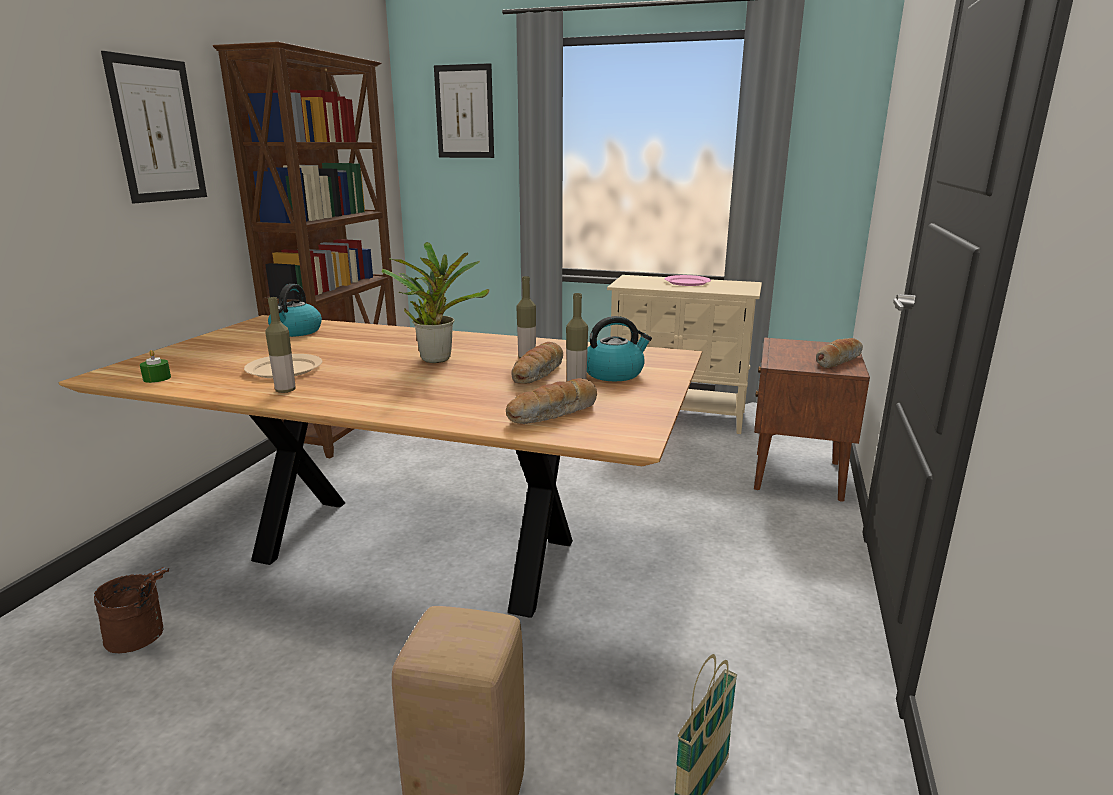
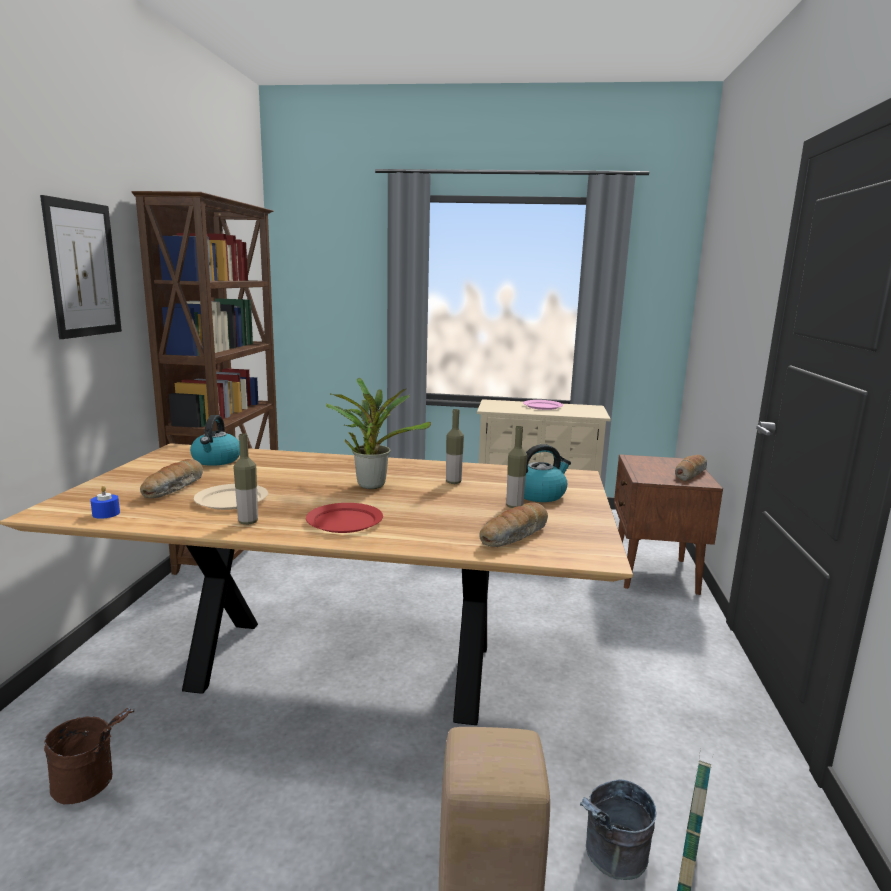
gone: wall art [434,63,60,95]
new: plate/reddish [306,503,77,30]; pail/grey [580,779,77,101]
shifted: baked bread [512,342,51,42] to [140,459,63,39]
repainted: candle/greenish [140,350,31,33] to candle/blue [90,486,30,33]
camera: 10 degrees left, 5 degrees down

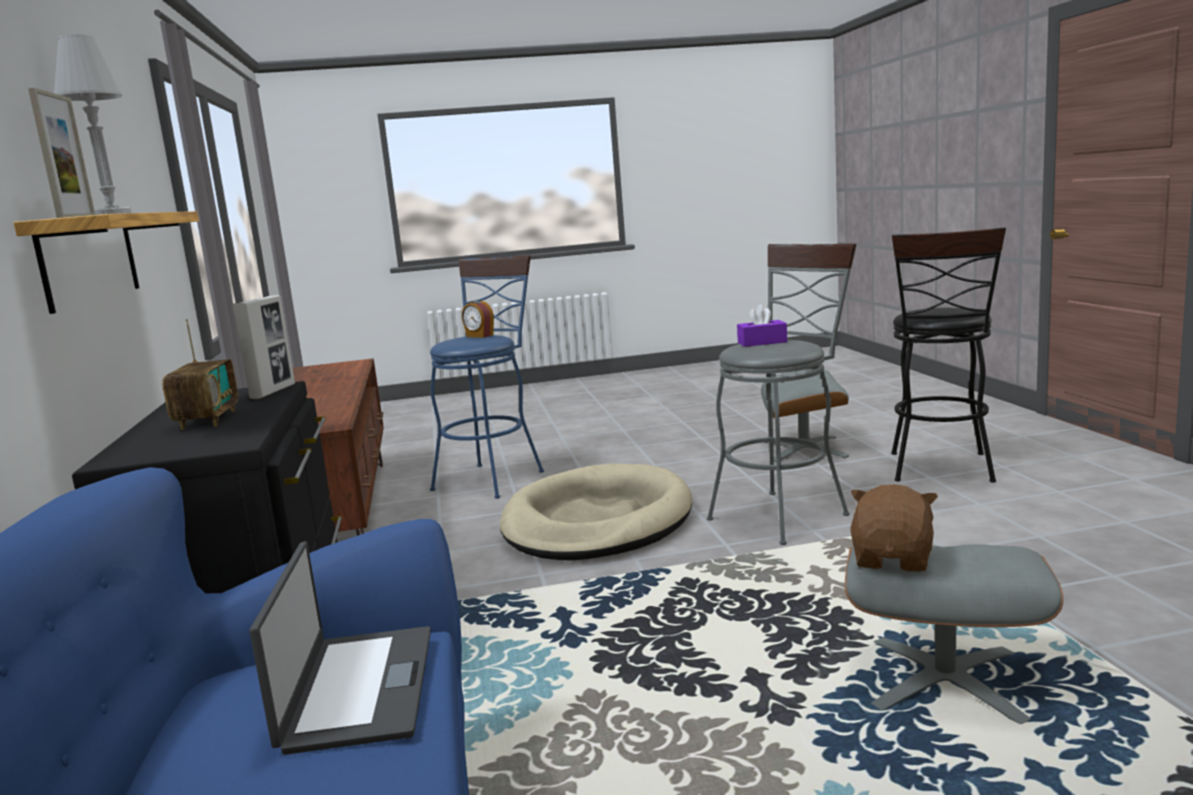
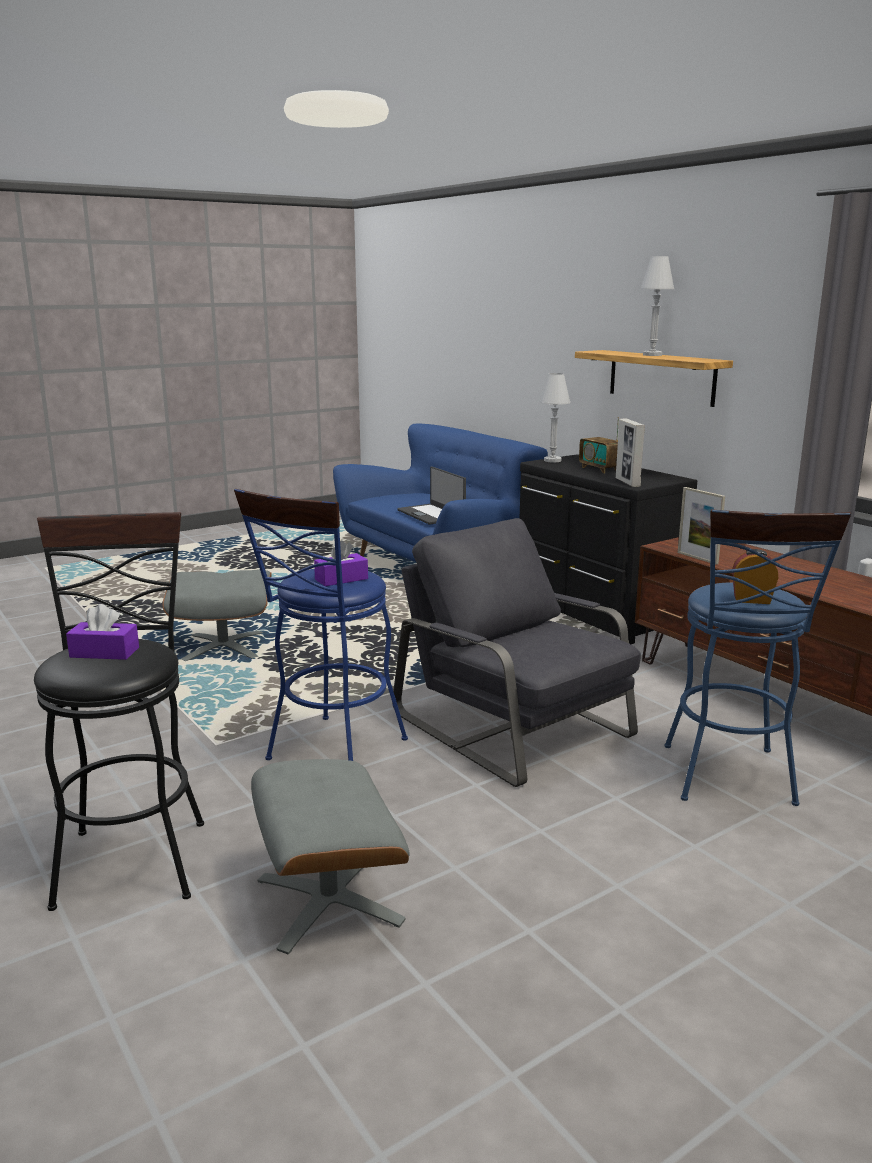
gone: soft toy/brownish [850,484,88,88]
new: tabletop lamp/white [540,373,30,89]; tissue holder/purple [66,604,73,56]
shifted: photo frame [28,88,67,130] to [678,487,47,78]
swapped: dog cushion/sand-coloured [500,464,193,96] to armchair/grey [392,518,249,269]
repainted: stool/grey [707,243,149,302] to stool/blue [234,489,174,272]
camera: 155 degrees right, 5 degrees up

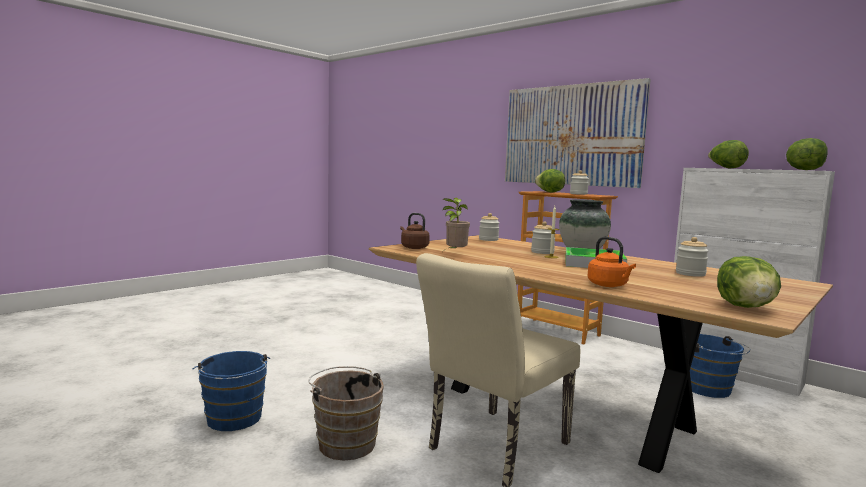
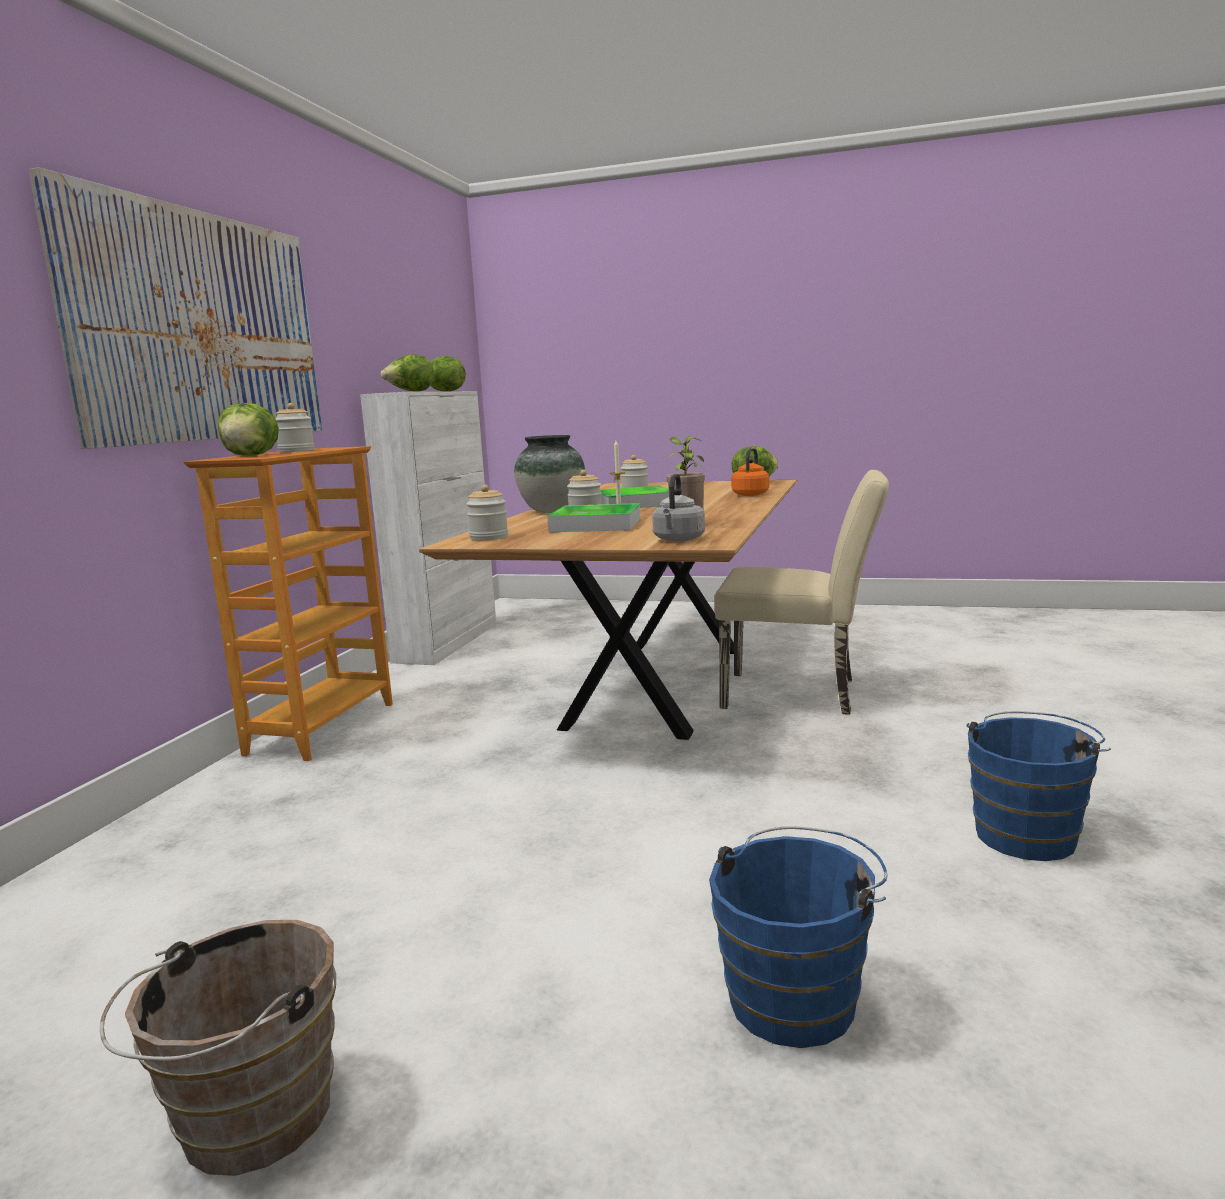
new: tray [547,503,93,29]
shifted: pail/blue [690,334,61,64] to [709,826,178,222]; pail/brownish [308,366,76,95] to [100,920,236,256]
repainted: kettle/brownish [400,213,30,36] to kettle/grey [652,474,53,68]
camera: 115 degrees left, 5 degrees up

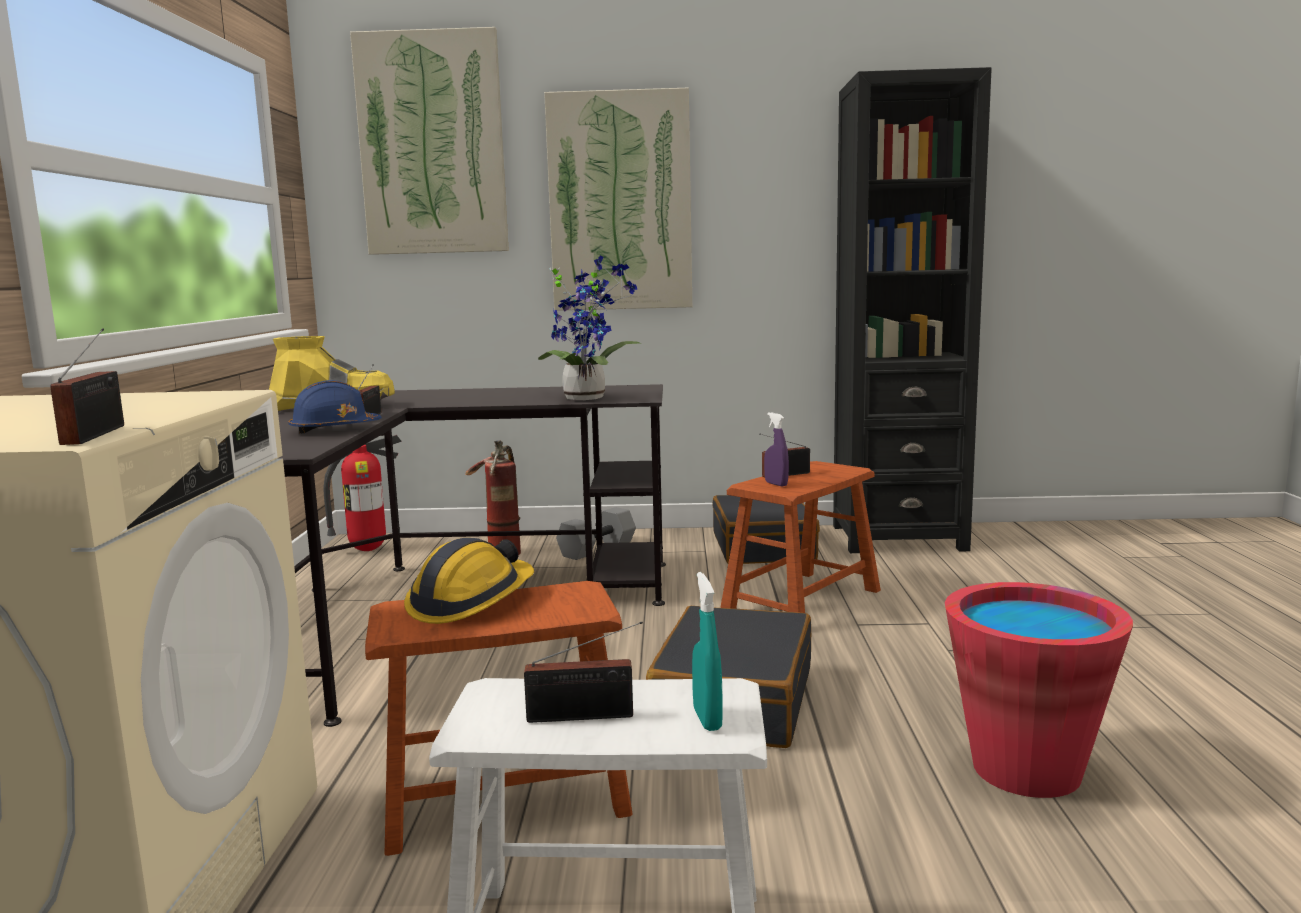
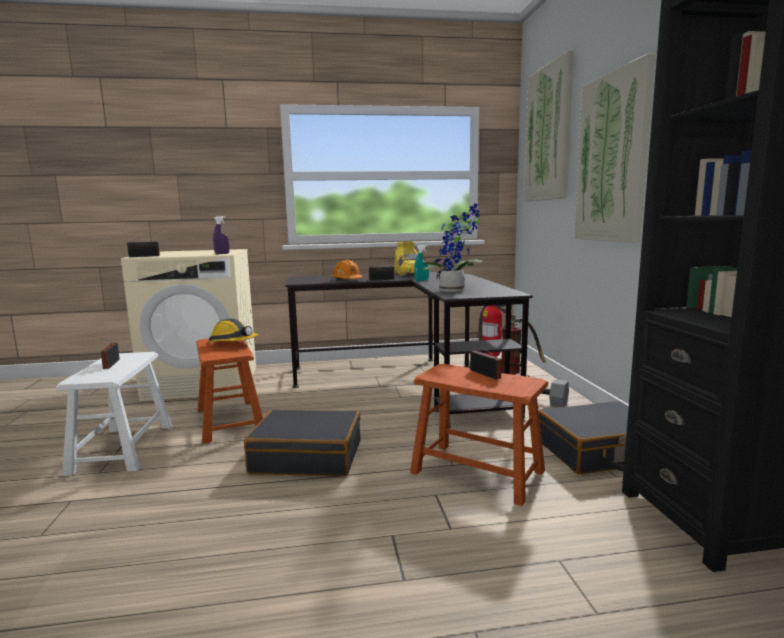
gone: pail/reddish [945,582,188,216]
shifted: hand sprayer/purple [764,412,25,74] to [213,216,17,38]; hand sprayer/turquoise-coloured [692,572,30,159] to [414,245,15,36]
repainted: work helmet/blue [288,380,94,53] to work helmet/orange [332,259,31,20]
camera: 80 degrees right, 0 degrees up

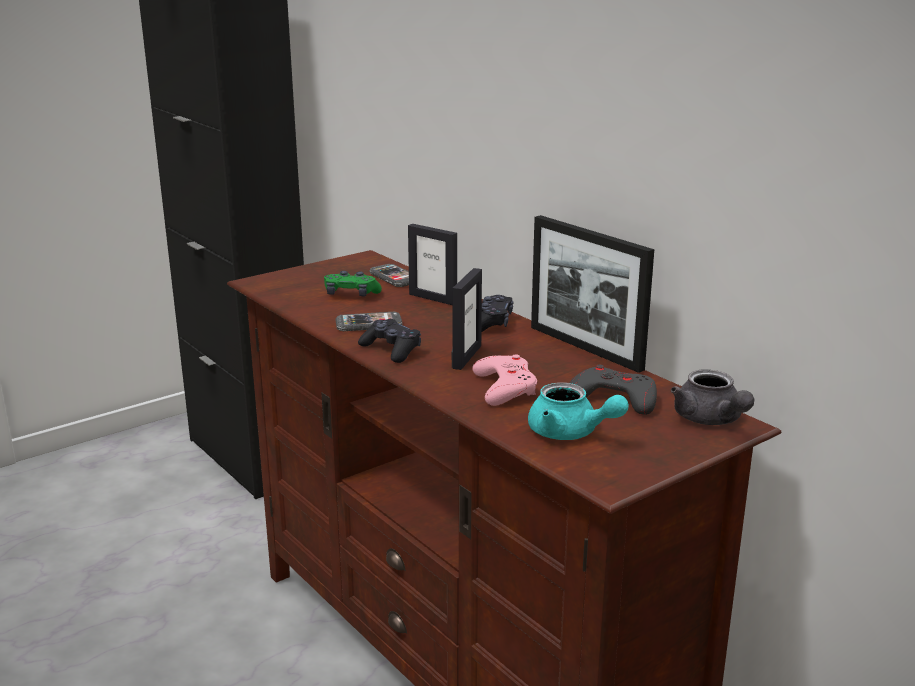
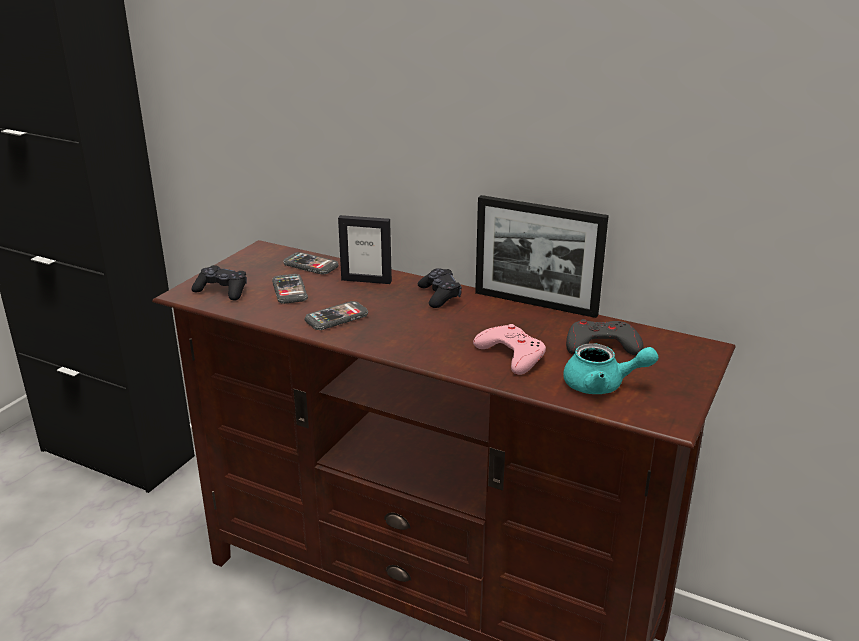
gone: photo frame [452,268,30,102]; pot for tea/grey [671,369,83,56]
shifted: gamepad/blackish [358,319,63,44] to [191,265,56,35]
swapped: gamepad/greenish [324,271,58,25] to telephone [272,274,36,30]
camera: 25 degrees left, 5 degrees up

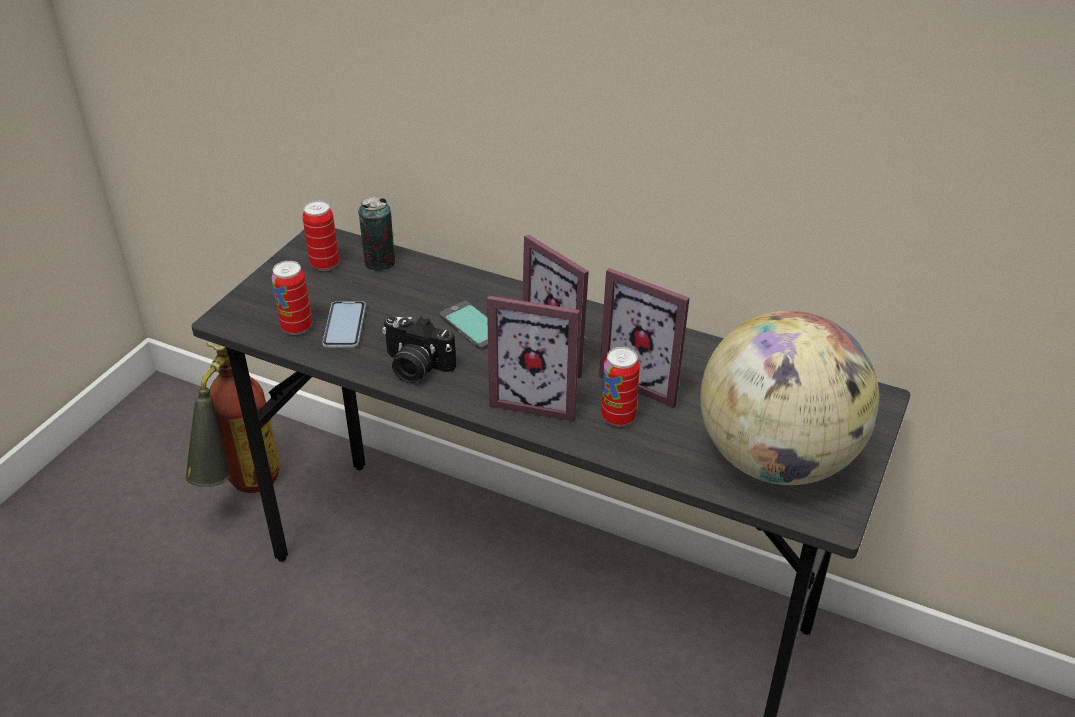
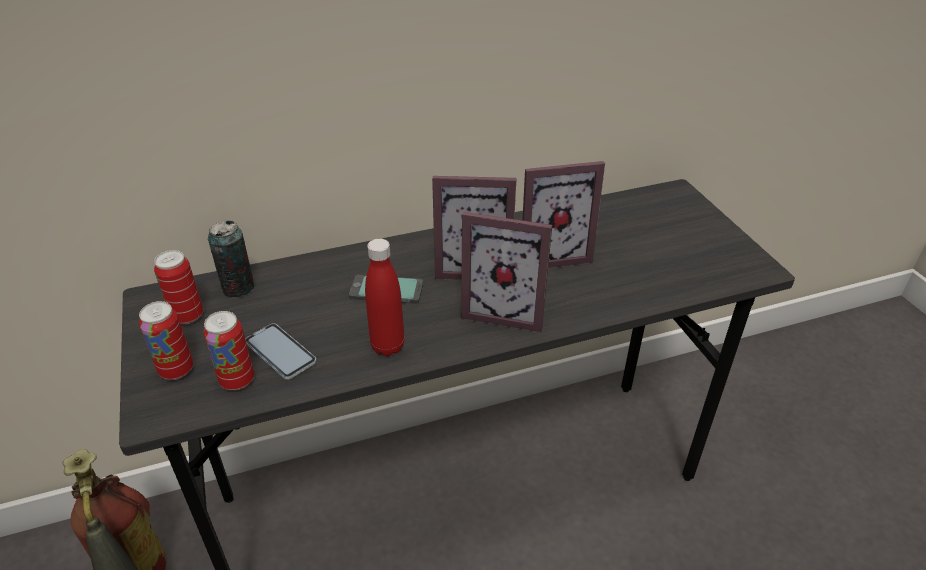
gone: world globe [700,311,179,174]
shifted: metal can [601,347,39,79] to [139,301,54,79]
swapped: photo camera [382,316,74,67] to drink bottle/reddish [365,239,39,117]
rotated: photo frame [487,296,93,126] = [461,212,91,120] 45 degrees clockwise
camera: 45 degrees left, 0 degrees up

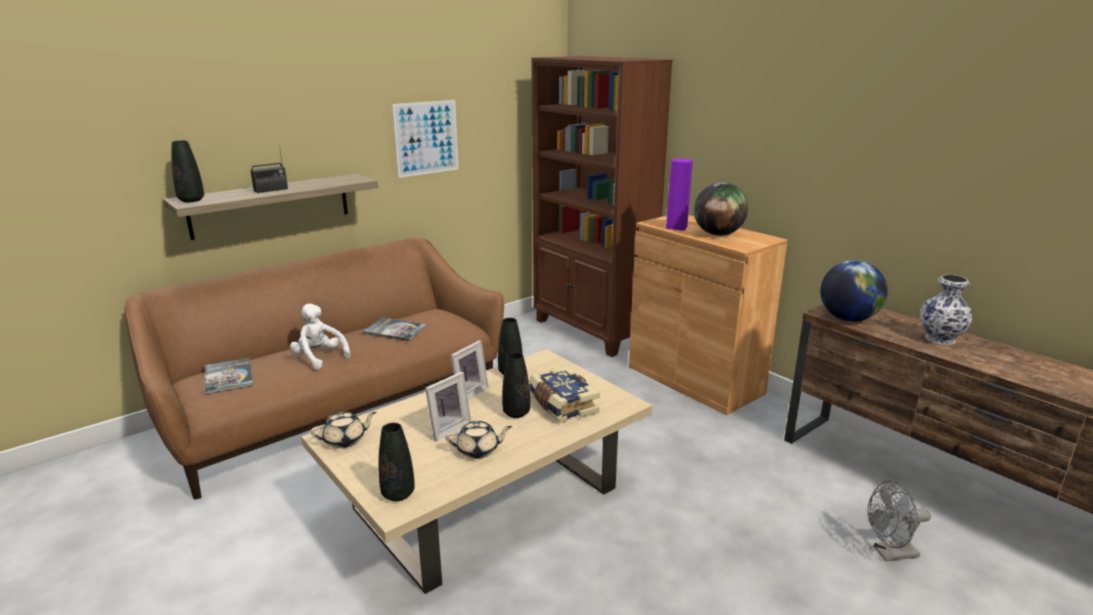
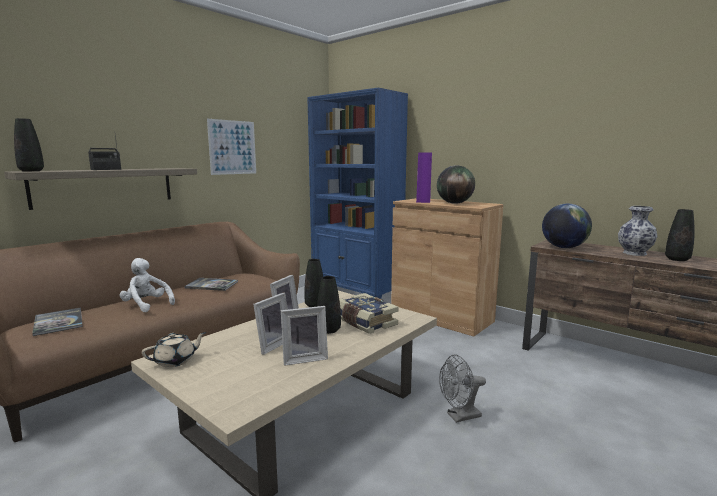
shifted: vase/blackish [379,423,36,78] to [665,209,30,52]; fan/grey [868,480,63,81] to [439,354,47,69]
swapped: pot for tea/sand-coloured [446,421,66,38] to photo frame [281,306,47,60]
repainted: shelving unit/brownish [532,56,141,301] to shelving unit/blue [307,87,101,212]
camera: 10 degrees left, 10 degrees down

